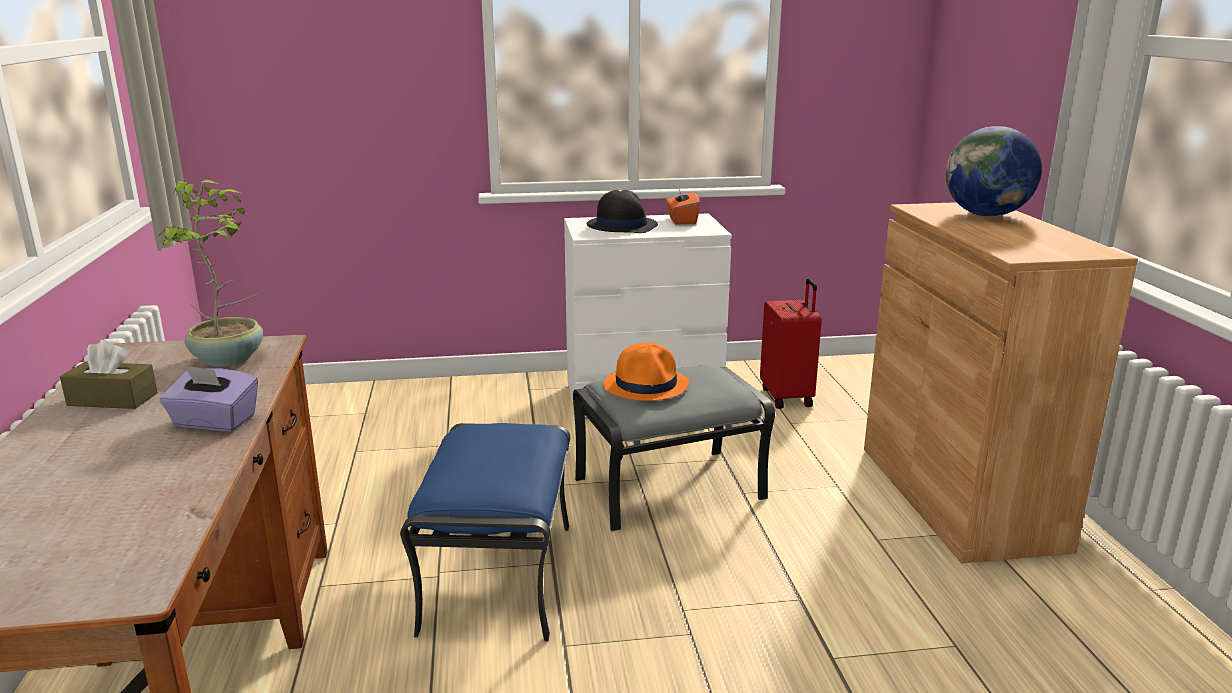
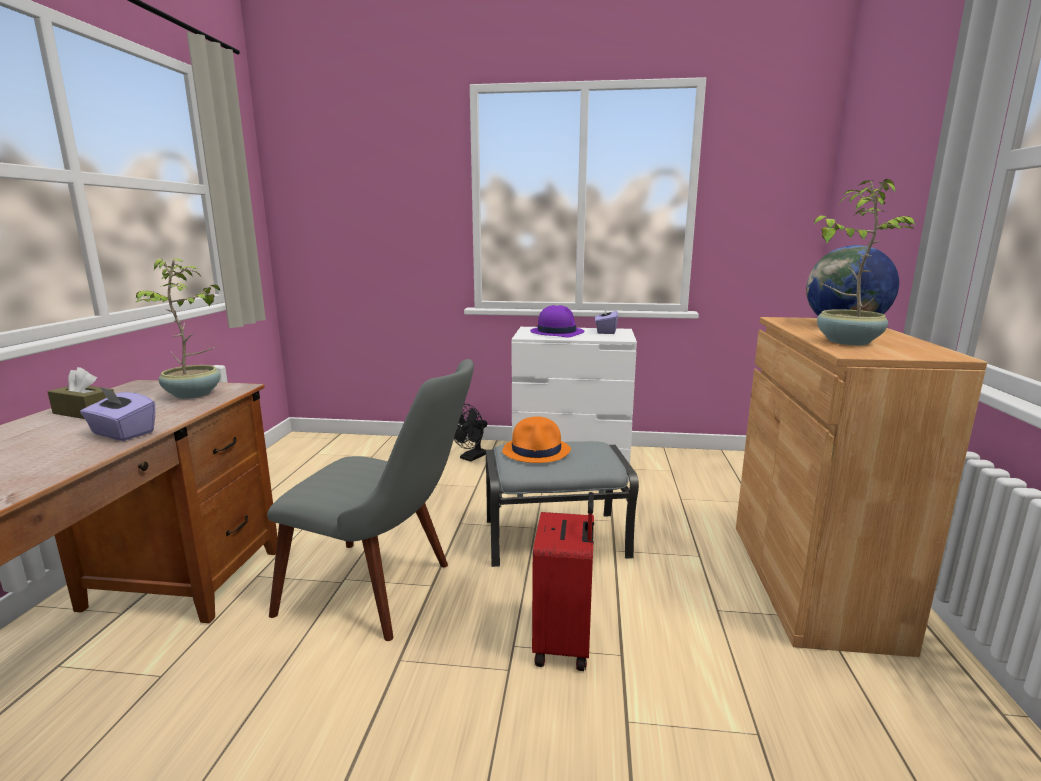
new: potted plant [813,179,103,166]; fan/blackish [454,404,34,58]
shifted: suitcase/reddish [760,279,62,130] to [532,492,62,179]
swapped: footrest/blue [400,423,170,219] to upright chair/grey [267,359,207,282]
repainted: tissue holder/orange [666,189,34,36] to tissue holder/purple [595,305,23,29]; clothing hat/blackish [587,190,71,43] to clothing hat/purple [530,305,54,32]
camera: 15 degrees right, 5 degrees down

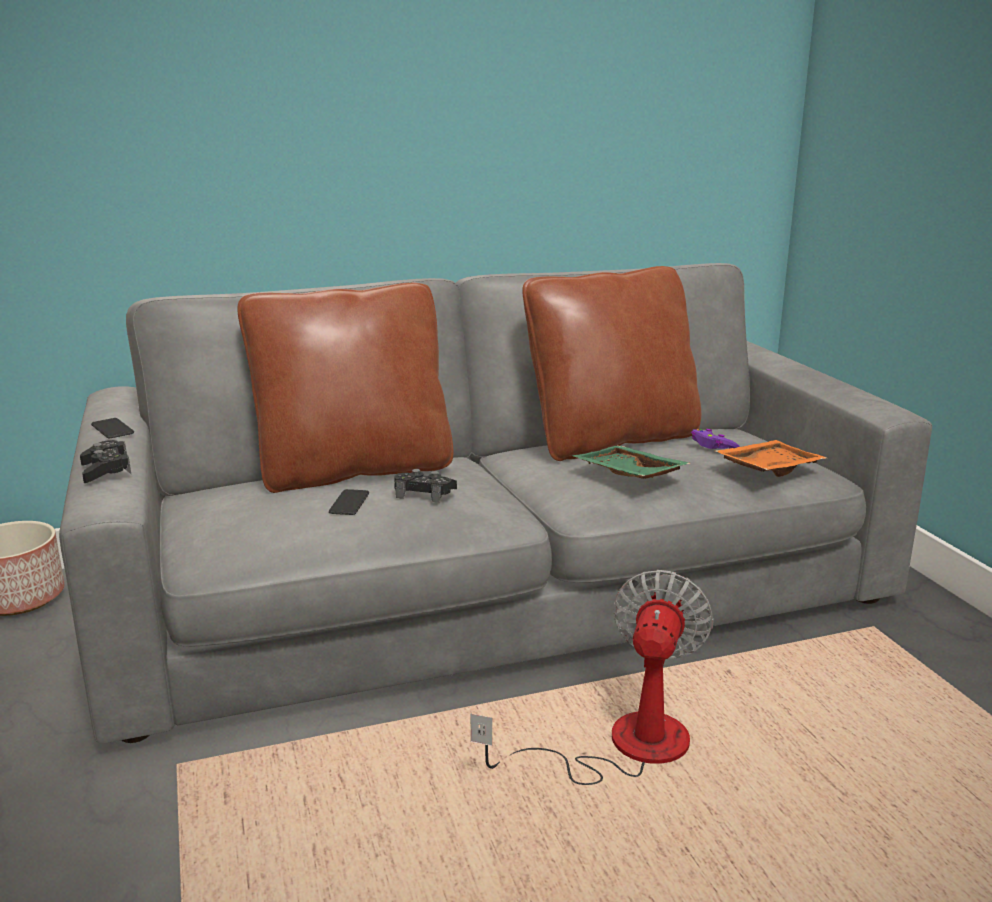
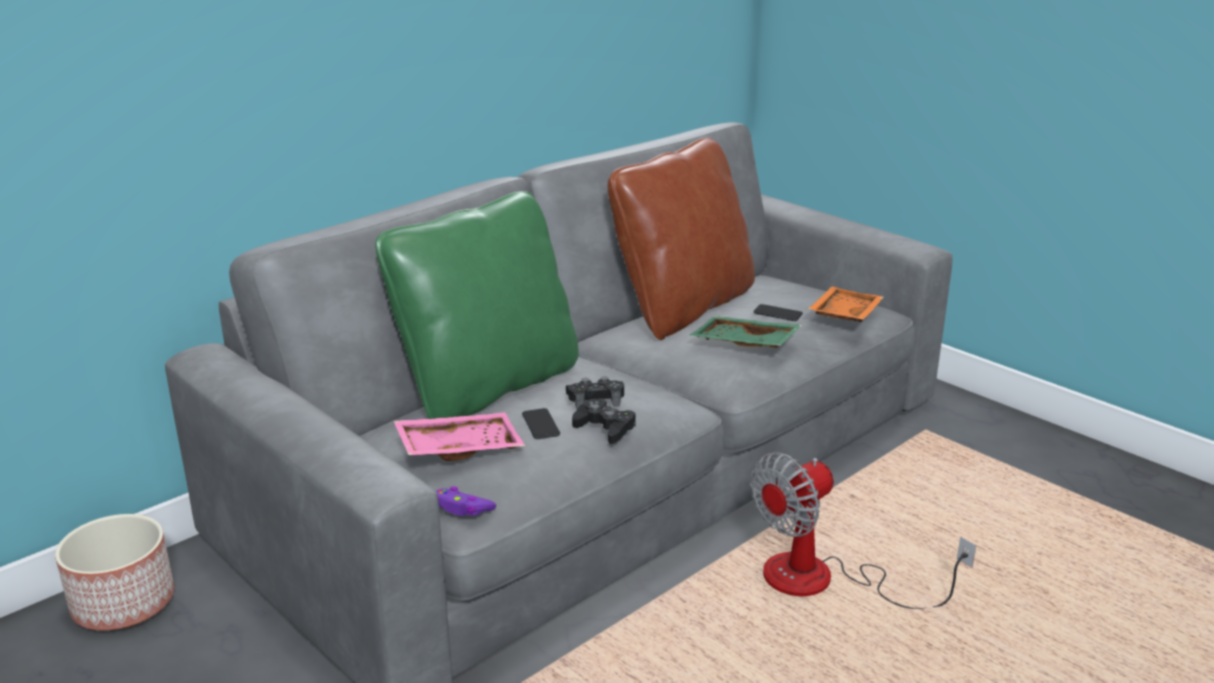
new: tray/pink [394,413,131,48]
shifted: telephone [91,418,43,20] to [754,304,49,17]; gamepad/purple [691,429,49,20] to [436,487,60,29]; gamepad/blackish [80,440,52,43] to [572,399,64,45]
repainted: cushion/brownish [237,283,216,210] to cushion/greenish [375,191,204,228]
rotated: fan [471,570,243,215] = [751,452,225,157] 120 degrees counterclockwise
camera: 25 degrees left, 5 degrees up

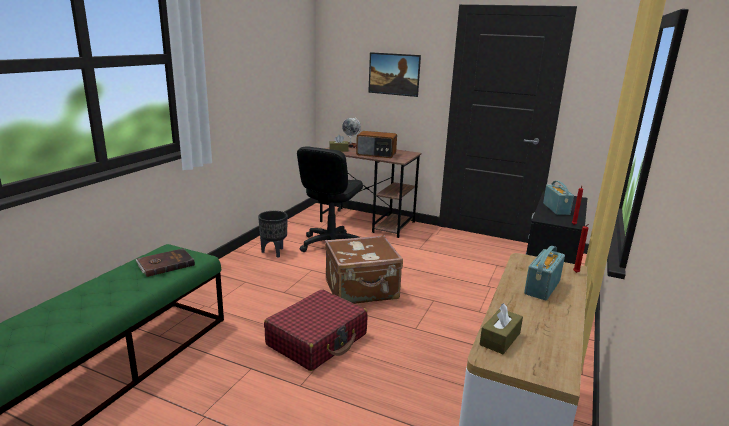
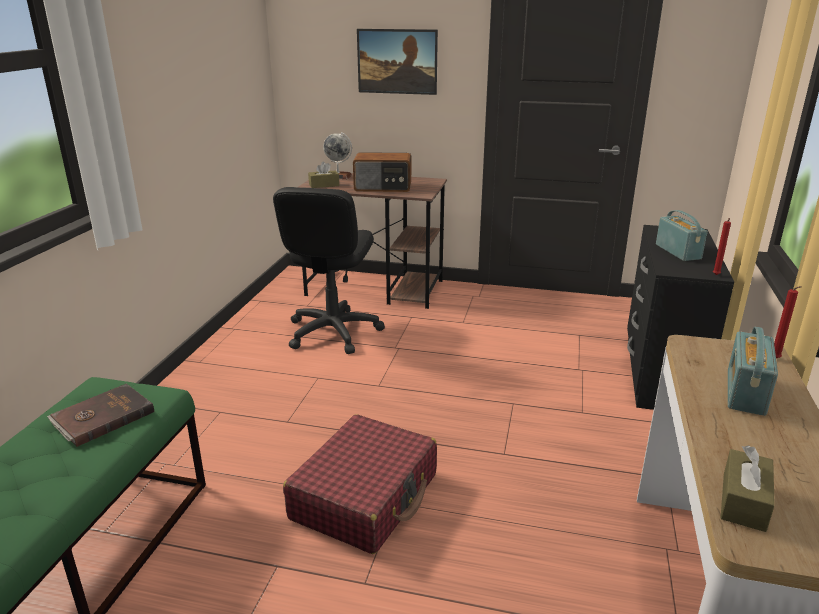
gone: plant pot/blackish [258,211,30,47]; suitcase/brownish [325,235,78,69]
camera: 10 degrees left, 5 degrees up

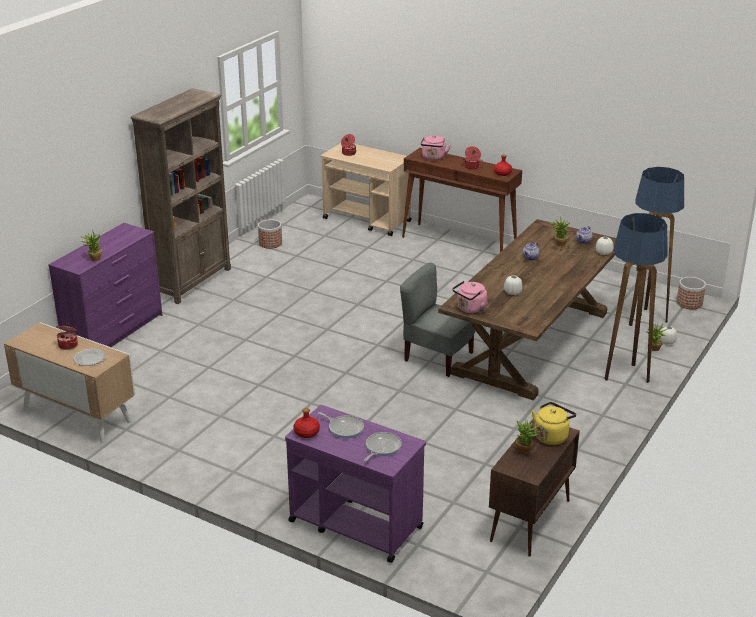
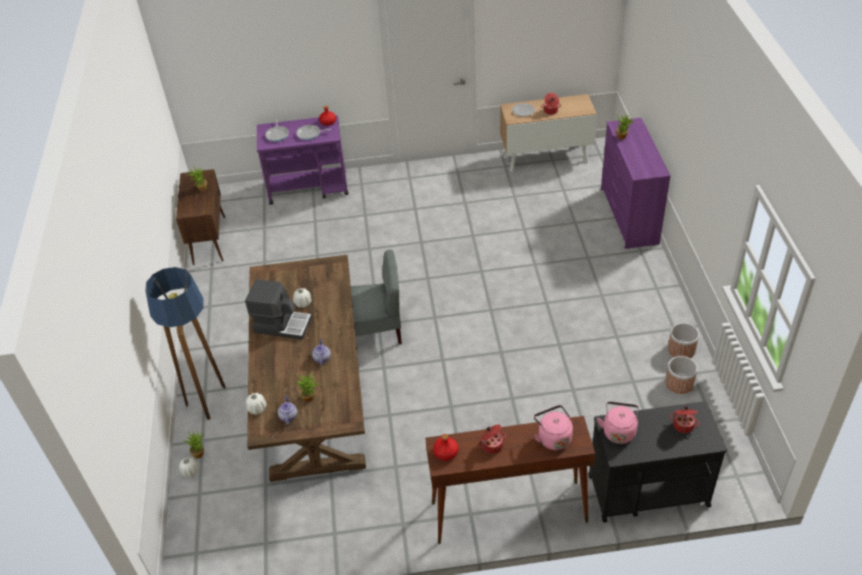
gone: shelving unit/brownish [130,88,101,216]; floor lamp [629,167,55,159]; kettle/yellow-coloured [532,402,44,43]
new: coffee maker [245,279,67,61]
shifted: plant pot [677,277,29,32] to [668,323,31,35]; kettle/pink [452,281,36,33] to [597,402,42,42]
repainted: trolley/sand-coloured [321,143,90,93] to trolley/blackish [588,401,139,122]
camera: 145 degrees right, 15 degrees up

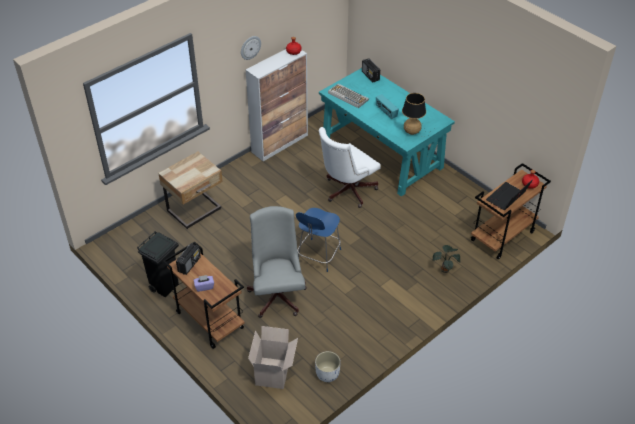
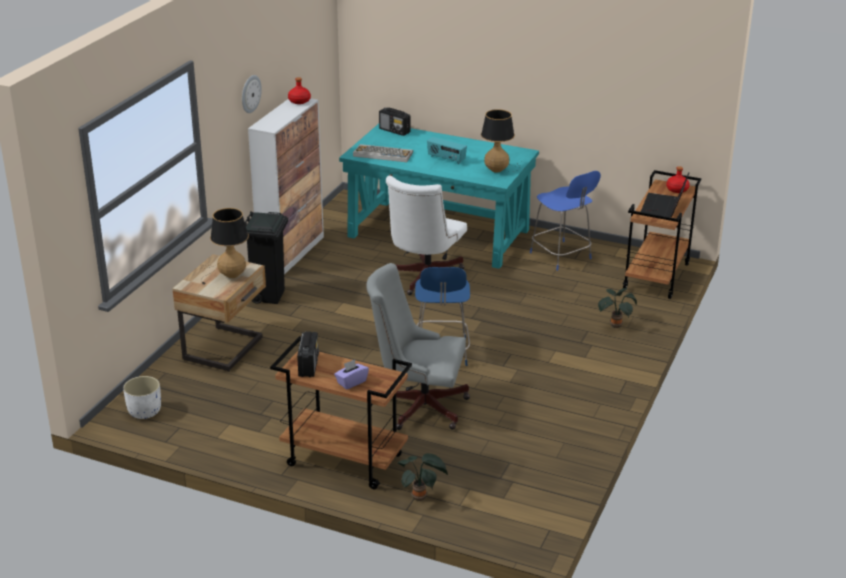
gone: packing box [248,326,50,63]
new: upright chair/blue [530,171,71,100]; tabletop lamp [202,208,47,76]; potted plant [397,453,52,48]
shifted: rubbish bin/blackish [137,231,42,66] to [245,211,43,93]; plant pot/white [315,351,26,31] to [123,376,38,43]
rotated: desk chair/grey [247,206,60,112] = [366,263,104,167] 45 degrees counterclockwise
camera: 25 degrees left, 15 degrees down

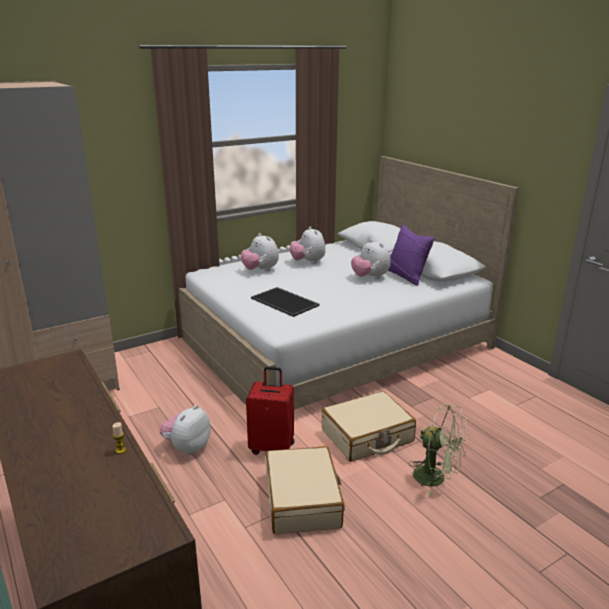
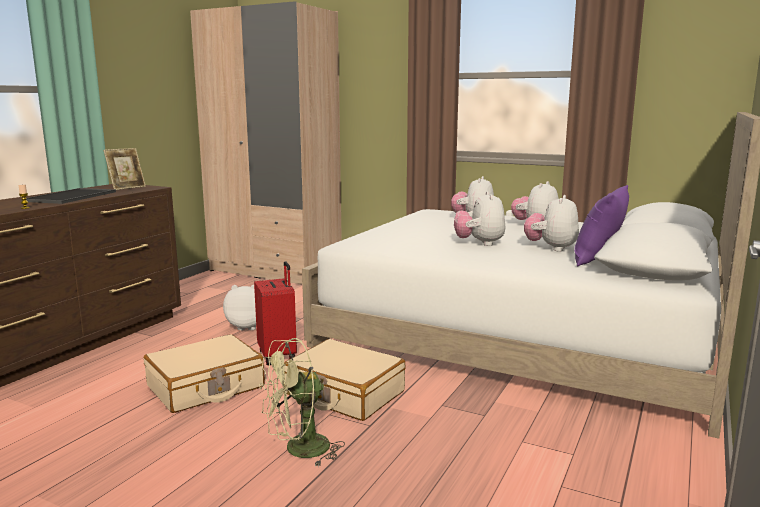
new: photo frame [103,148,43,42]; soft toy [454,191,51,55]
shifted: tray [251,287,69,30] to [26,188,90,16]
rotated: fan/greenish [408,404,60,93] = [259,338,86,129] 60 degrees clockwise
camera: 60 degrees right, 10 degrees down

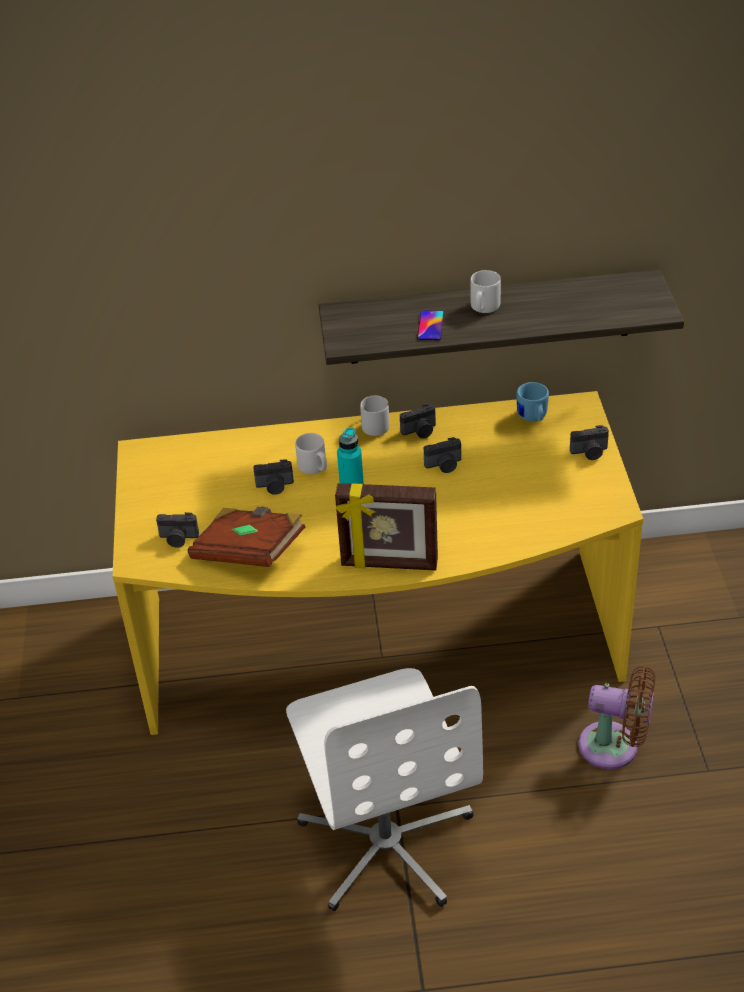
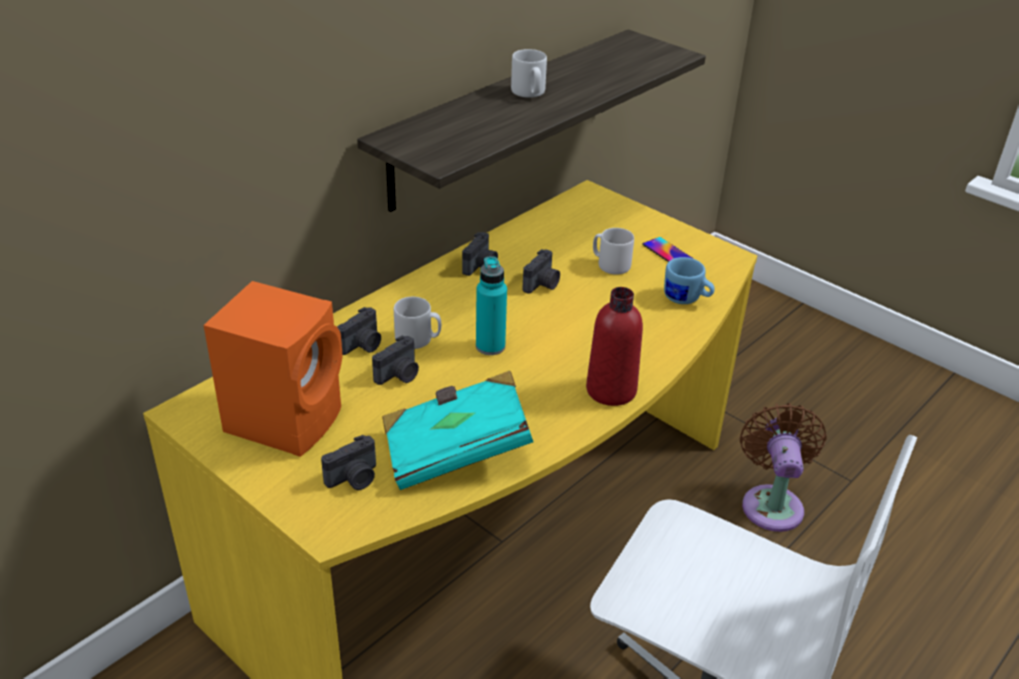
new: loudspeaker/orange [204,281,139,176]
shifted: telephone [417,310,27,30] to [643,237,51,25]; tea mug/blue [516,382,33,39] to [664,257,51,47]; tea mug/grey [360,396,30,40] to [593,228,41,47]; photo camera [570,425,39,35] to [337,307,44,48]
swapped: photo frame [335,483,103,88] to drink bottle/reddish [586,287,57,119]
repainted: book/brownish [188,507,117,60] to book/turquoise-coloured [382,371,151,119]
rotated: fan/brownish [578,666,77,104] = [740,403,87,129] 60 degrees counterclockwise
camera: 45 degrees left, 5 degrees down

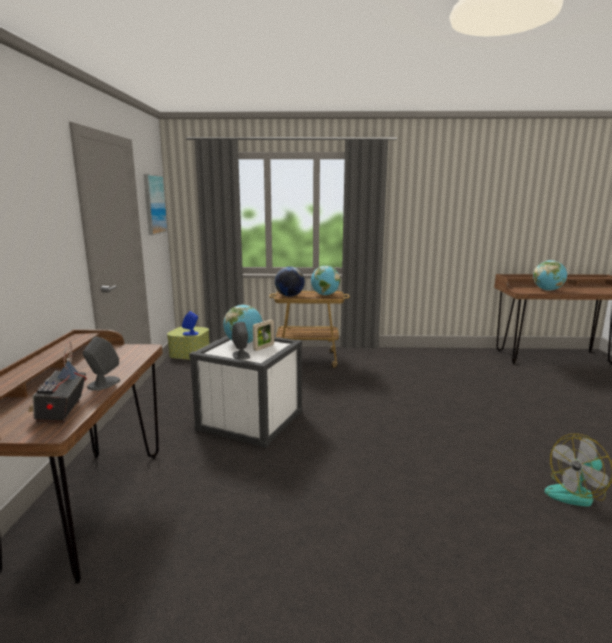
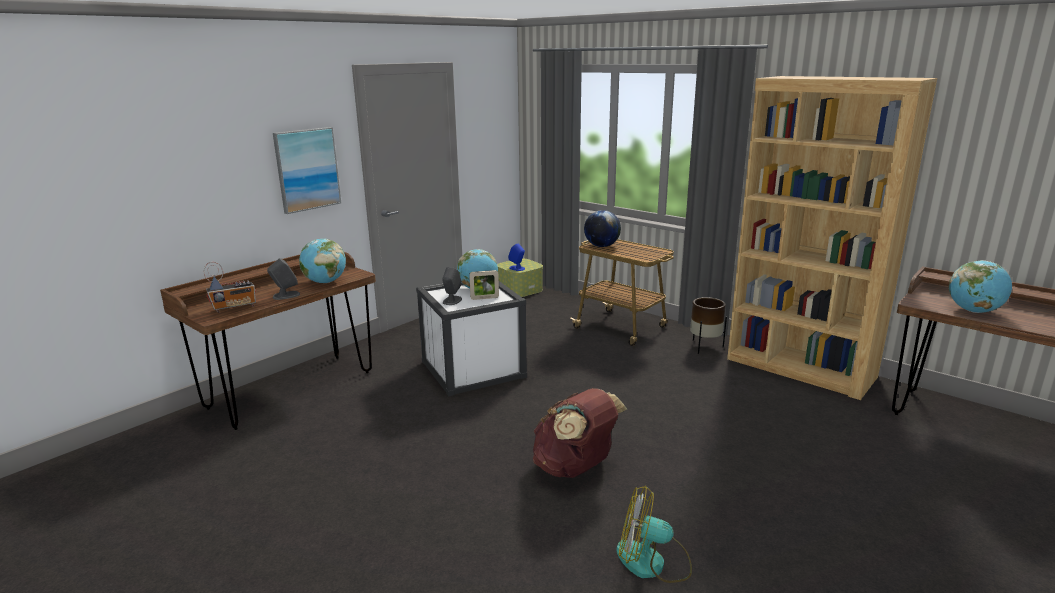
new: shelving unit/brownish [727,76,210,324]; plant pot/brownish [690,297,37,57]; backpack/brownish [533,388,94,90]
shifted: wall art [143,174,25,61] to [273,127,68,87]; world globe [311,266,29,29] to [299,239,47,44]
rotated: radio set [28,341,59,82] = [204,262,52,51] 150 degrees counterclockwise
camera: 40 degrees right, 5 degrees up

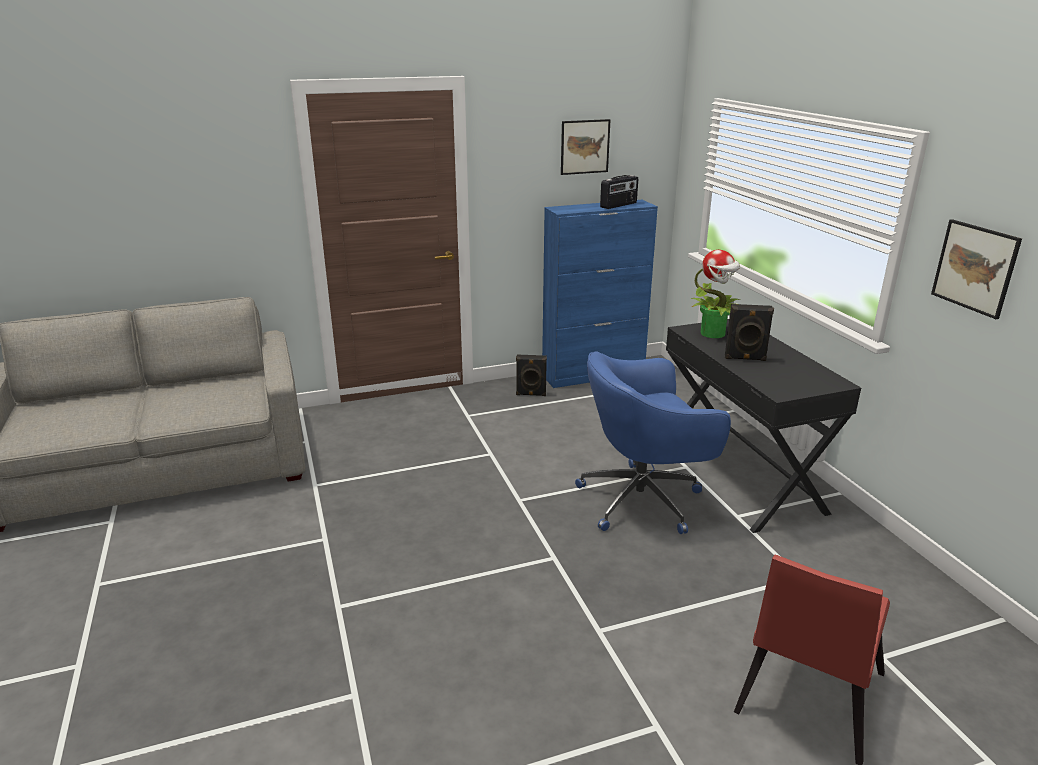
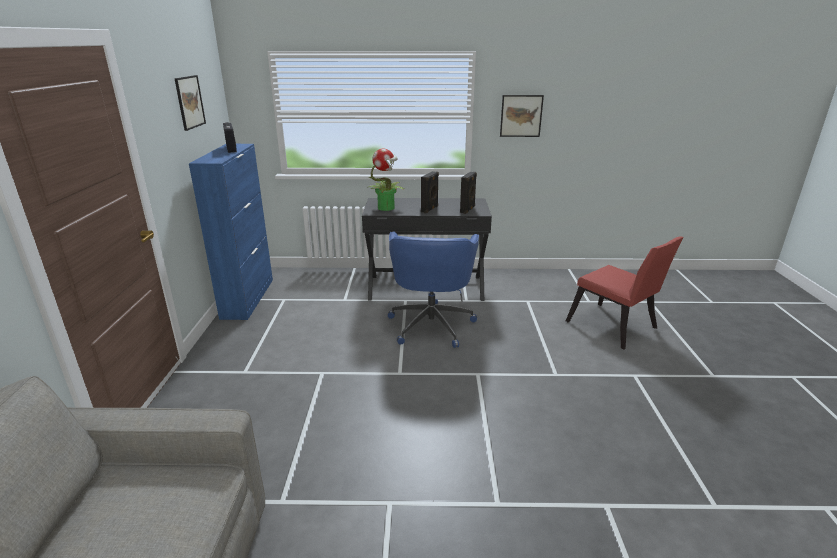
shifted: loudspeaker/blackish [516,355,31,41] to [460,172,17,42]
camera: 70 degrees left, 0 degrees up

